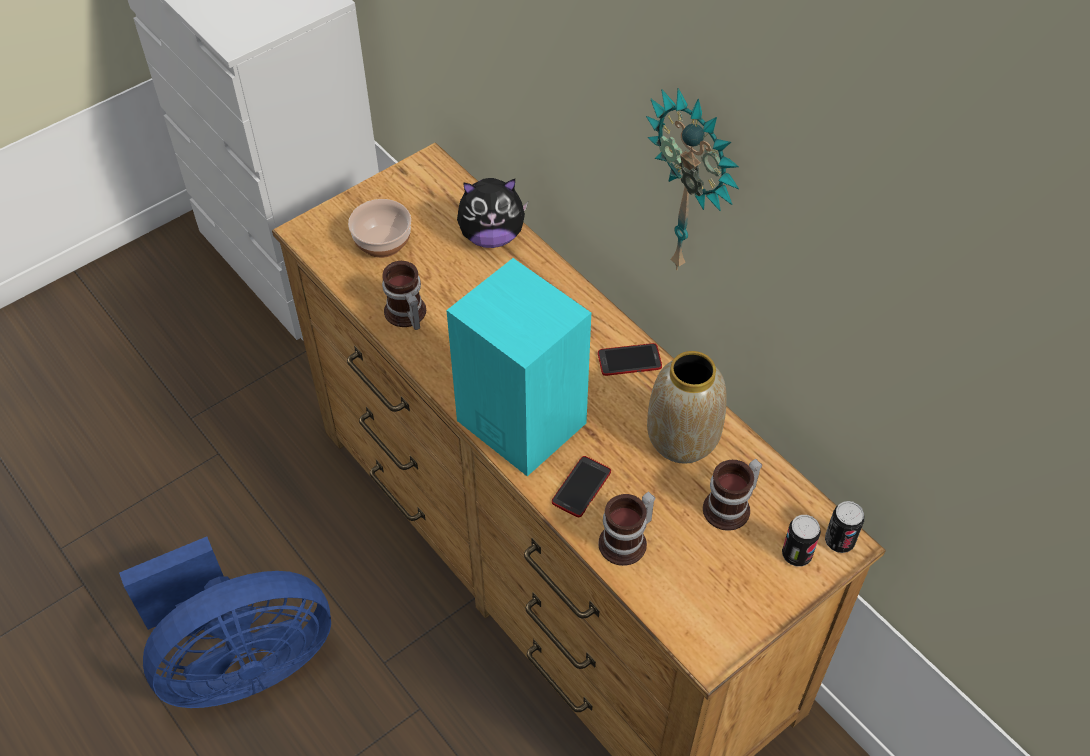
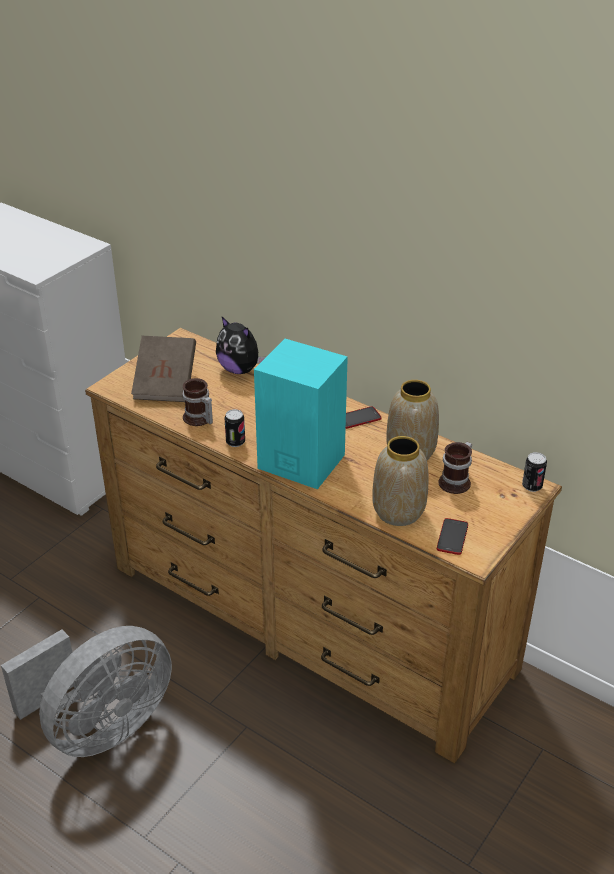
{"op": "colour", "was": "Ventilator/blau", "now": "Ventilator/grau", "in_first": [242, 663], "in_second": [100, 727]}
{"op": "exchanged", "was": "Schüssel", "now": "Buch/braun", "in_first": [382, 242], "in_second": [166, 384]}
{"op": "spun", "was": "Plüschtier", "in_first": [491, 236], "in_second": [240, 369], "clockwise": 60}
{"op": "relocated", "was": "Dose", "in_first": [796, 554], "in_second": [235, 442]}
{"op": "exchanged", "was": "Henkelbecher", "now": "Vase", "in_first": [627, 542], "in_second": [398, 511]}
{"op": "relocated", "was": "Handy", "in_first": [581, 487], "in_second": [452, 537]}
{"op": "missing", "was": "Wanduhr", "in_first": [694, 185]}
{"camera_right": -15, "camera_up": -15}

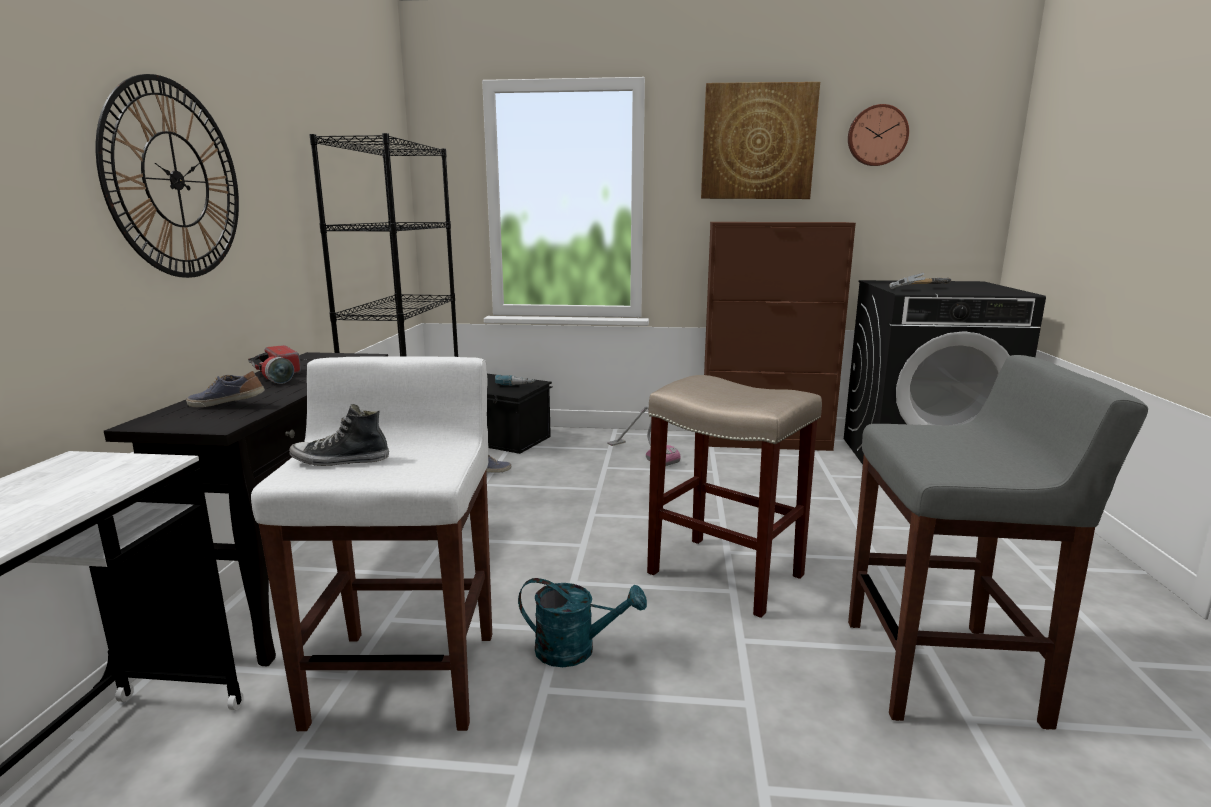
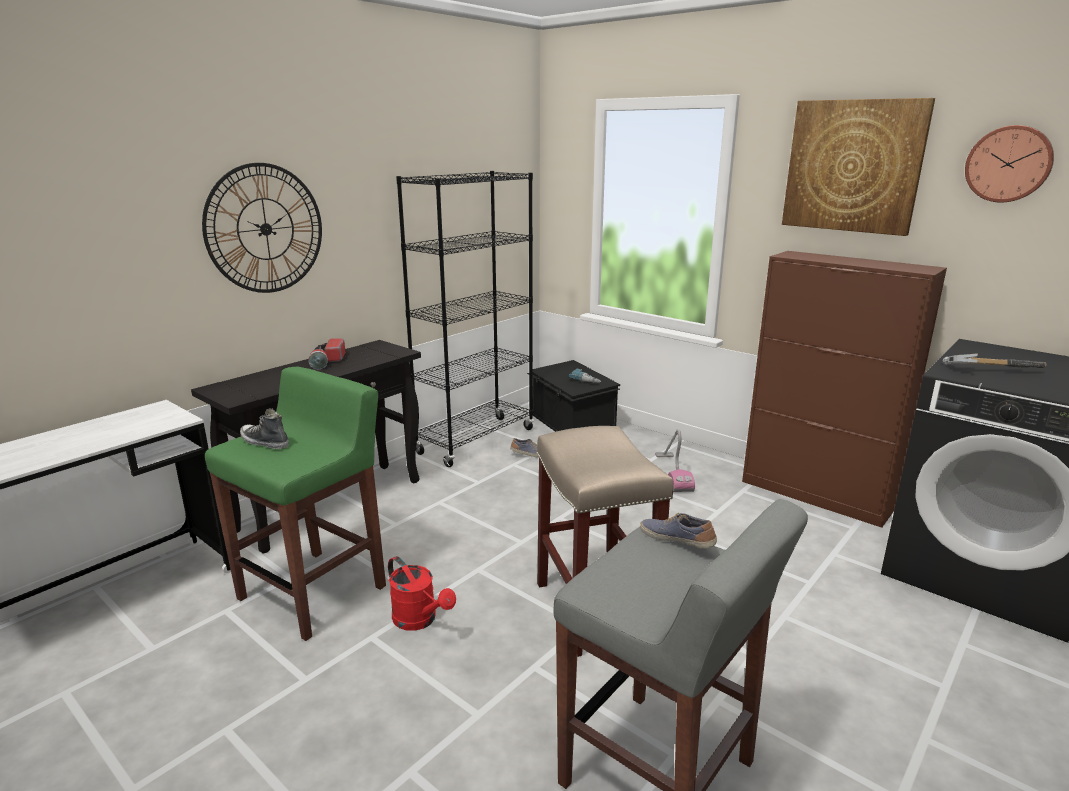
{"op": "colour", "was": "Hocker/weiß", "now": "Hocker/grün", "in_first": [406, 676], "in_second": [315, 592]}
{"op": "colour", "was": "Gießkanne/türkis", "now": "Gießkanne/rot", "in_first": [576, 650], "in_second": [420, 620]}
{"op": "relocated", "was": "Schuh", "in_first": [228, 404], "in_second": [677, 540]}
{"camera_right": 35, "camera_up": 5}

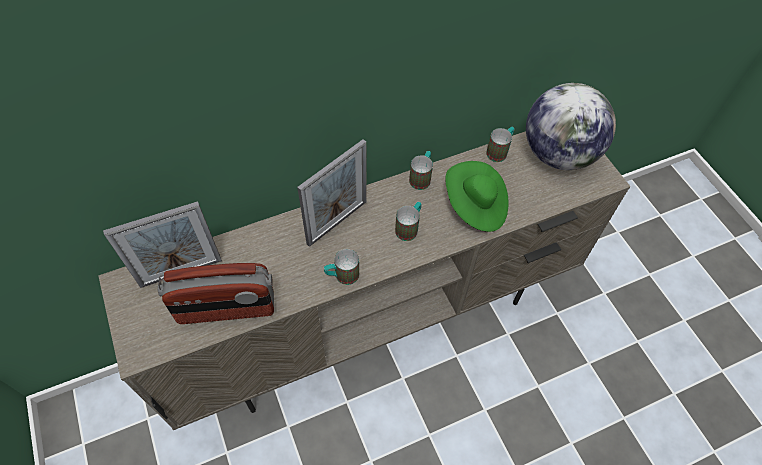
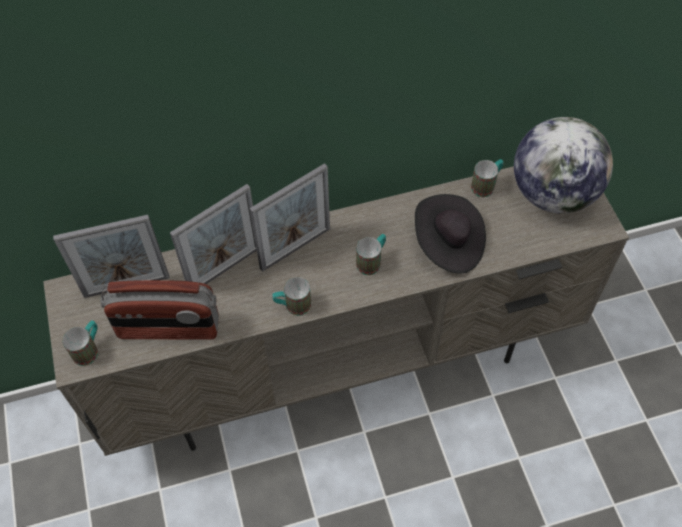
{"op": "relocated", "was": "Henkelbecher", "in_first": [421, 177], "in_second": [89, 349]}
{"op": "appeared", "now": "Bilderrahmen", "in_second": [225, 269]}
{"op": "colour", "was": "Hut/grün", "now": "Hut/schwarz", "in_first": [475, 206], "in_second": [448, 244]}
{"camera_right": 10, "camera_up": 0}

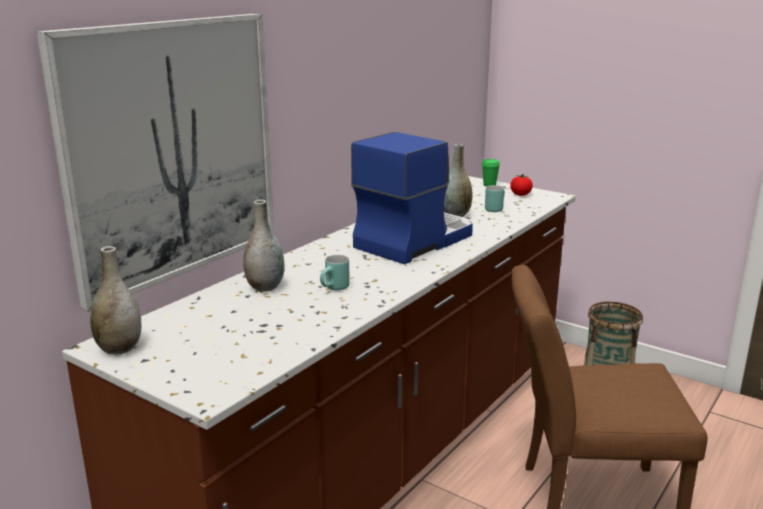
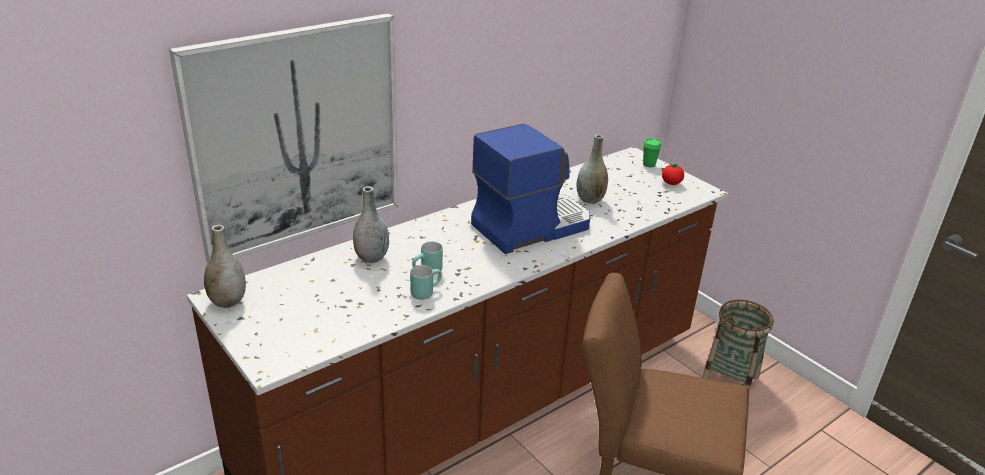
{"op": "relocated", "was": "Henkelbecher/türkis", "in_first": [494, 208], "in_second": [425, 292]}
{"camera_right": 15, "camera_up": 10}

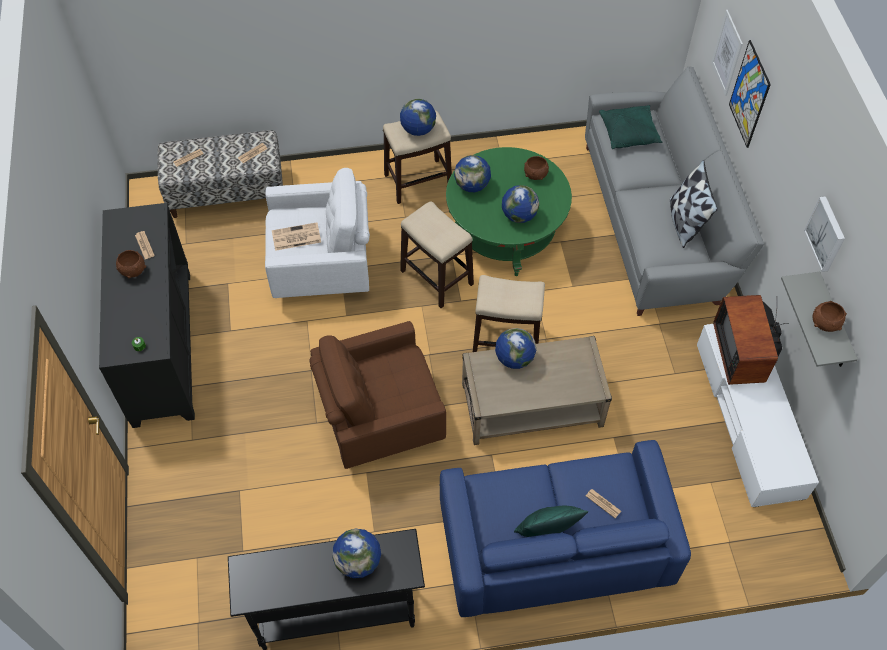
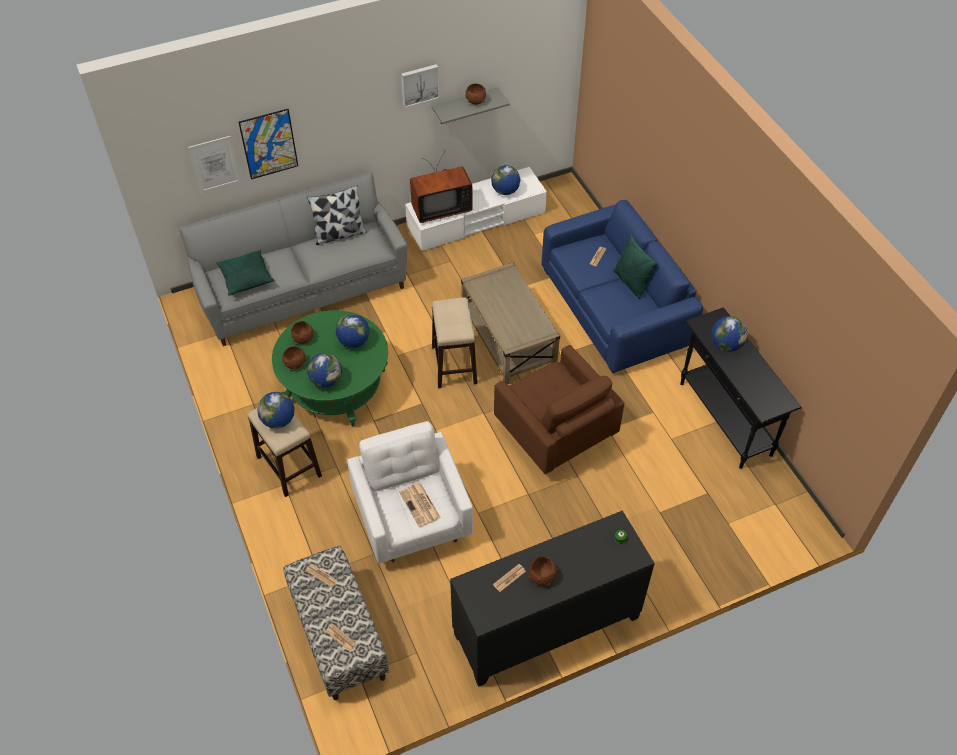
{"op": "appeared", "now": "Schüssel/braun", "in_second": [295, 364]}
{"op": "relocated", "was": "Globus", "in_first": [514, 359], "in_second": [505, 191]}
{"op": "missing", "was": "Hocker", "in_first": [436, 277]}
{"camera_right": -105, "camera_up": -5}

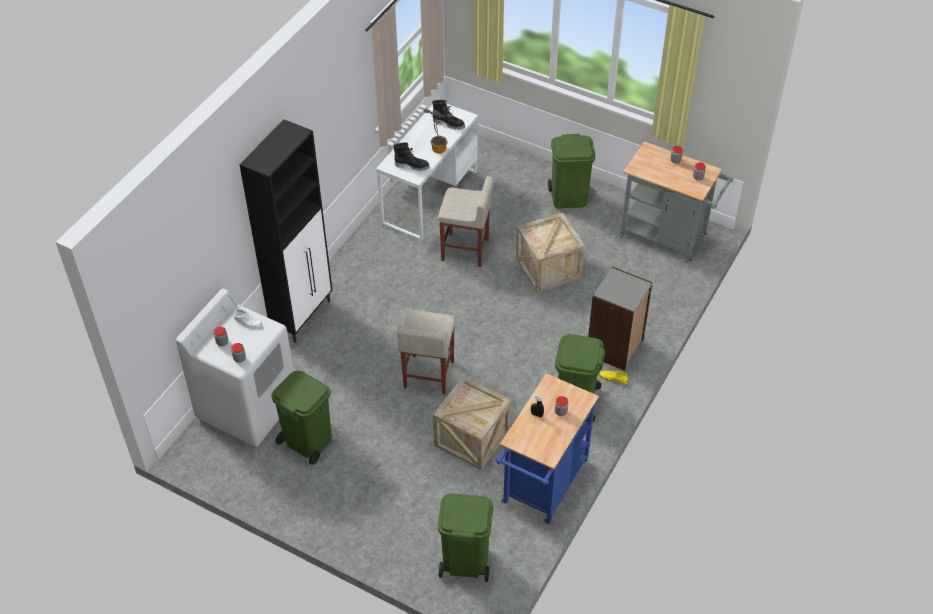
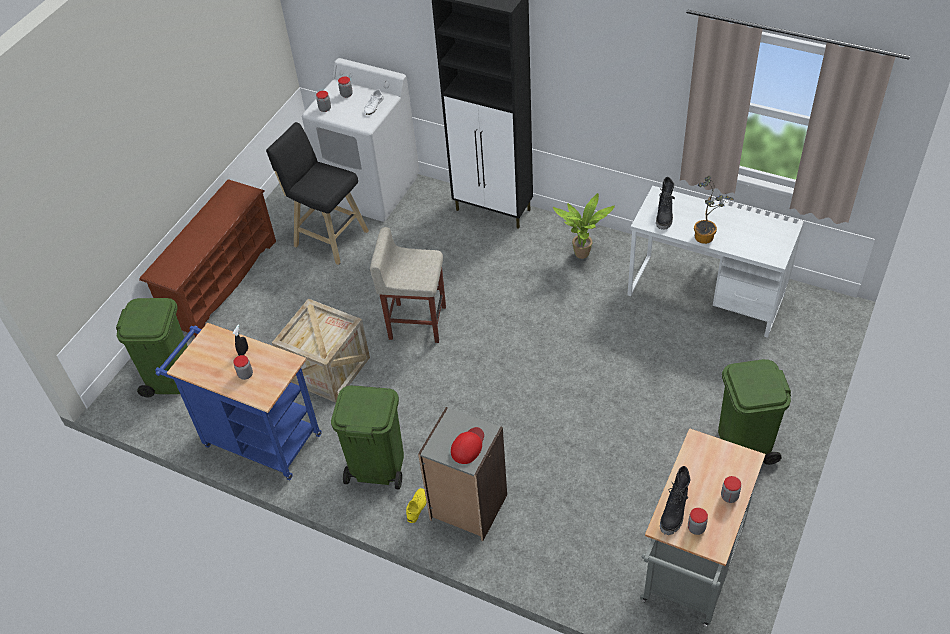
{"op": "appeared", "now": "Schuhregal/braun", "in_second": [220, 281]}
{"op": "exchanged", "was": "Mülleimer/grün", "now": "Hocker/schwarz", "in_first": [307, 441], "in_second": [328, 237]}
{"op": "appeared", "now": "Kappe/rot", "in_second": [468, 446]}
{"op": "appeared", "now": "Topfpflanze", "in_second": [583, 256]}
{"op": "relocated", "was": "Stiefel/schwarz", "in_first": [449, 123], "in_second": [674, 512]}
{"op": "missing", "was": "Hocker/beige", "in_first": [466, 250]}
{"op": "missing", "was": "Kiste", "in_first": [548, 268]}
{"camera_right": 90, "camera_up": 0}

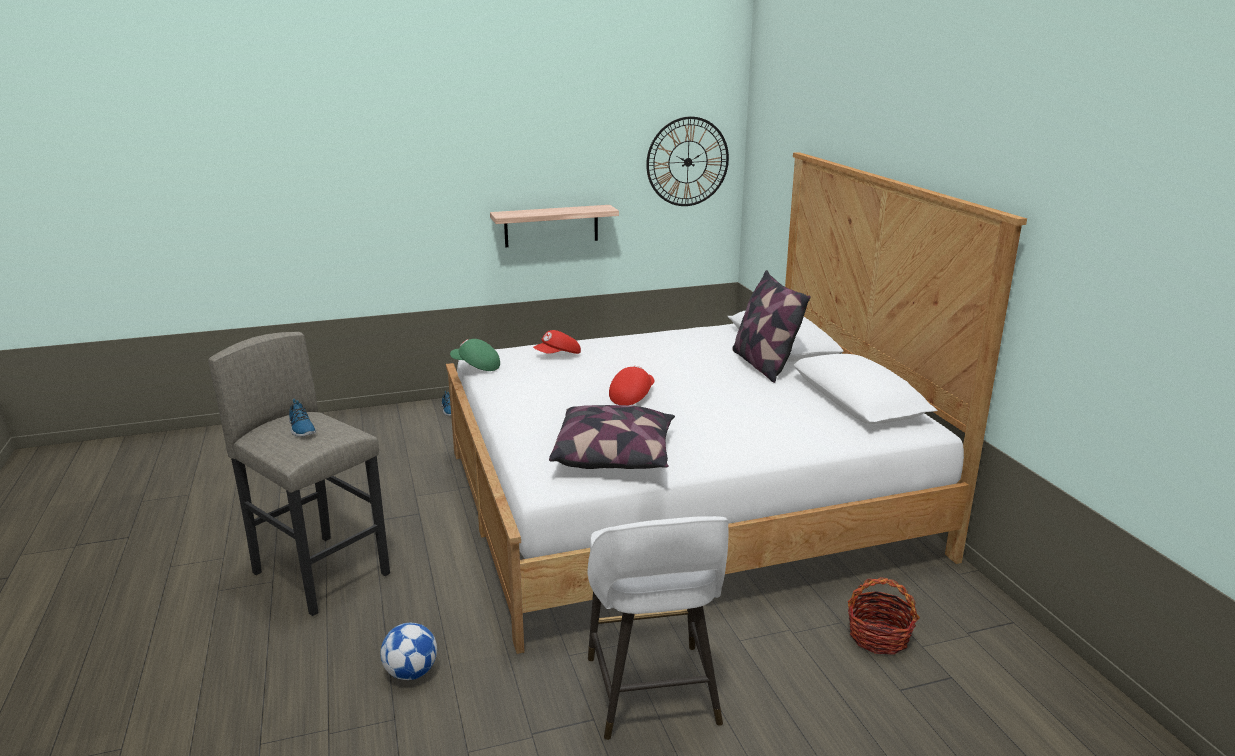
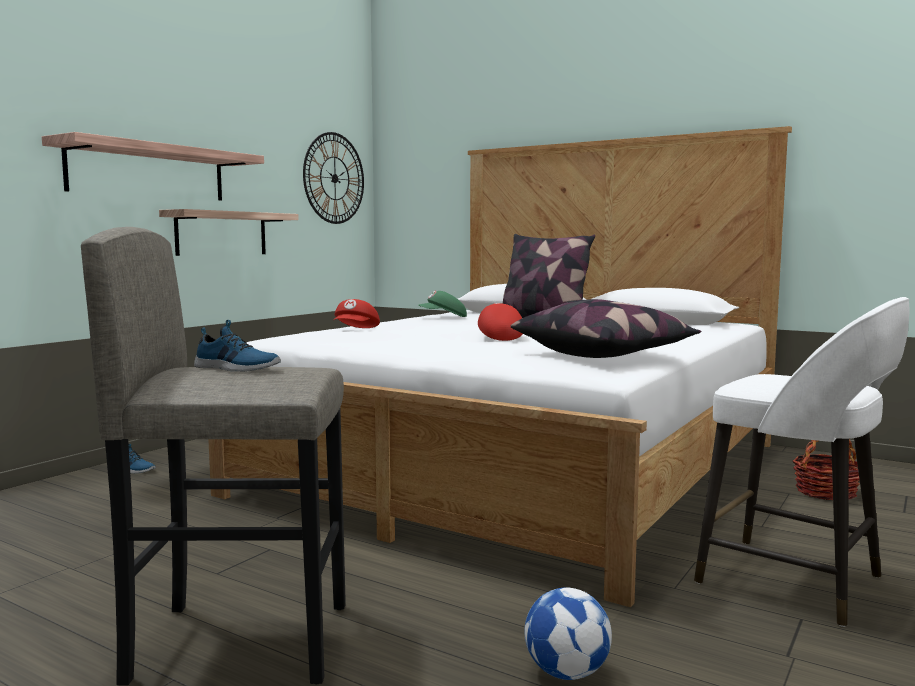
{"op": "appeared", "now": "Wandregal", "in_second": [149, 172]}
{"op": "relocated", "was": "Kappe/grün", "in_first": [476, 366], "in_second": [443, 317]}
{"camera_right": -40, "camera_up": -15}

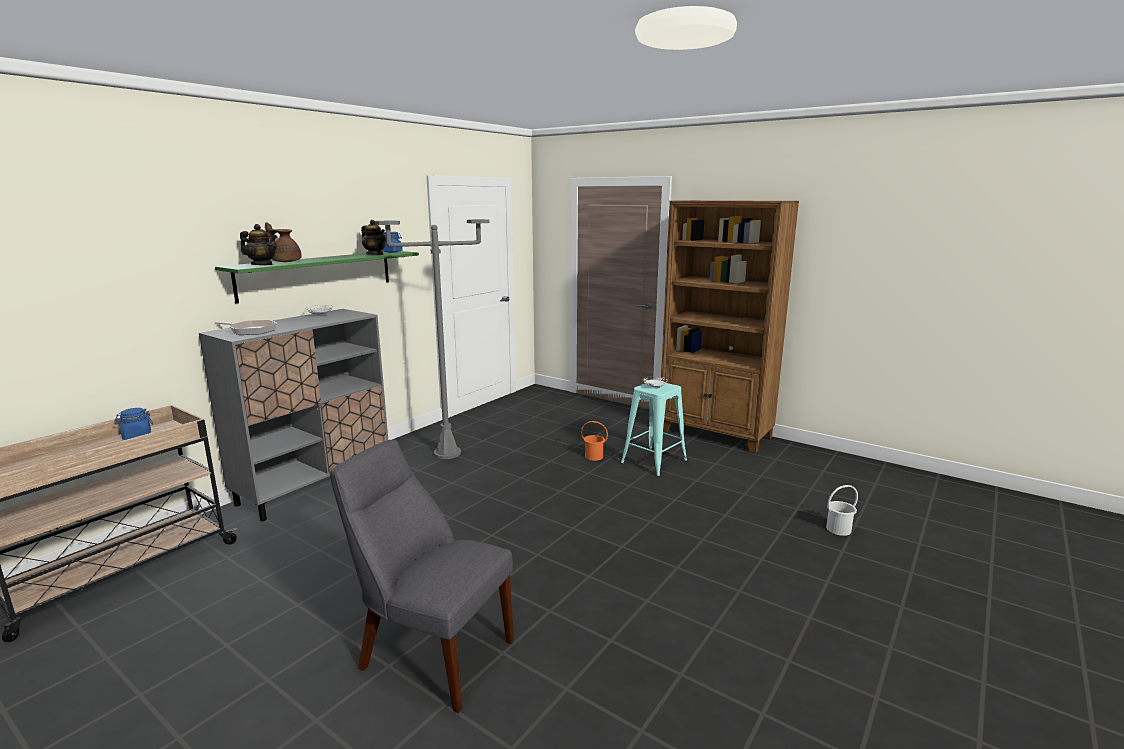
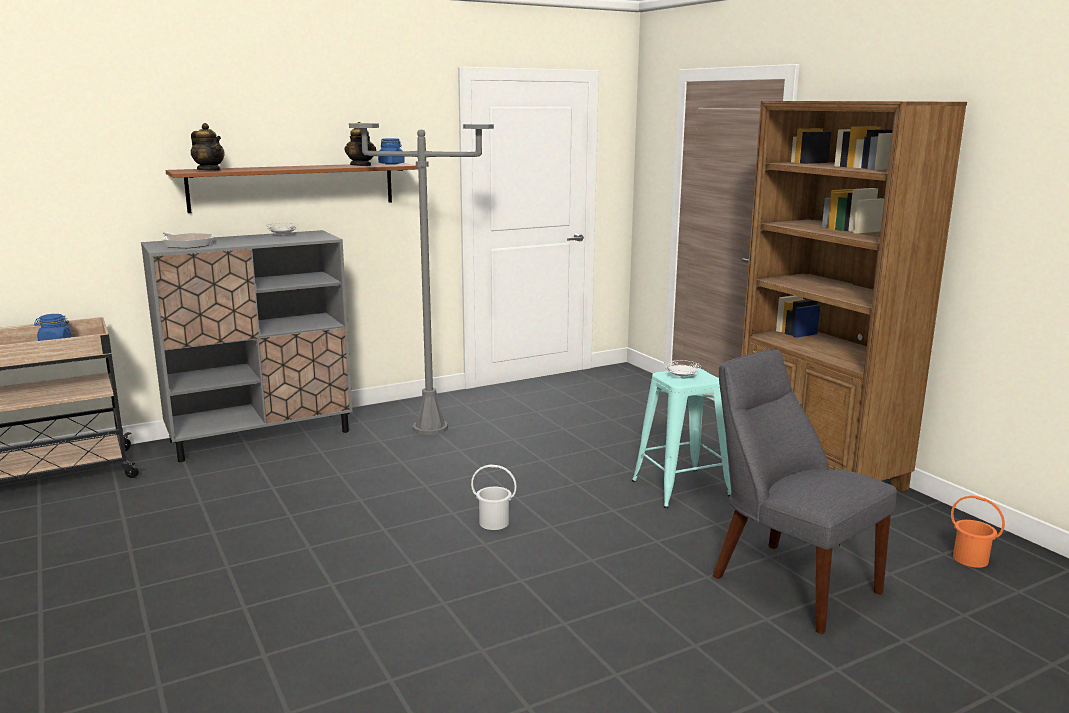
{"op": "colour", "was": "Wandregal/grün", "now": "Wandregal/braun", "in_first": [318, 274], "in_second": [293, 186]}
{"op": "relocated", "was": "Eimer/weiß", "in_first": [838, 529], "in_second": [494, 522]}
{"op": "relocated", "was": "Stuhl/grau", "in_first": [431, 653], "in_second": [788, 581]}
{"op": "relocated", "was": "Eimer/orange", "in_first": [593, 456], "in_second": [970, 559]}
{"op": "missing", "was": "Teekanne/braun", "in_first": [286, 261]}
{"camera_right": 25, "camera_up": 0}

